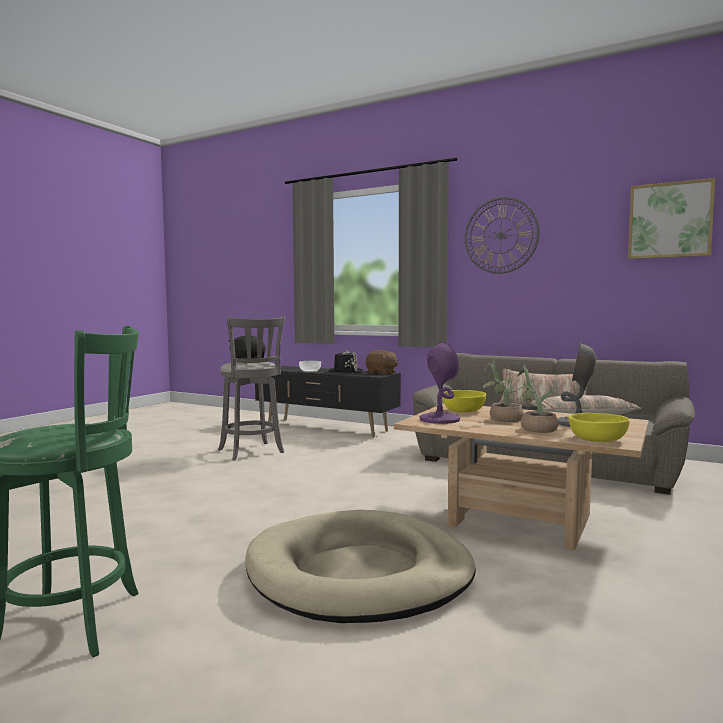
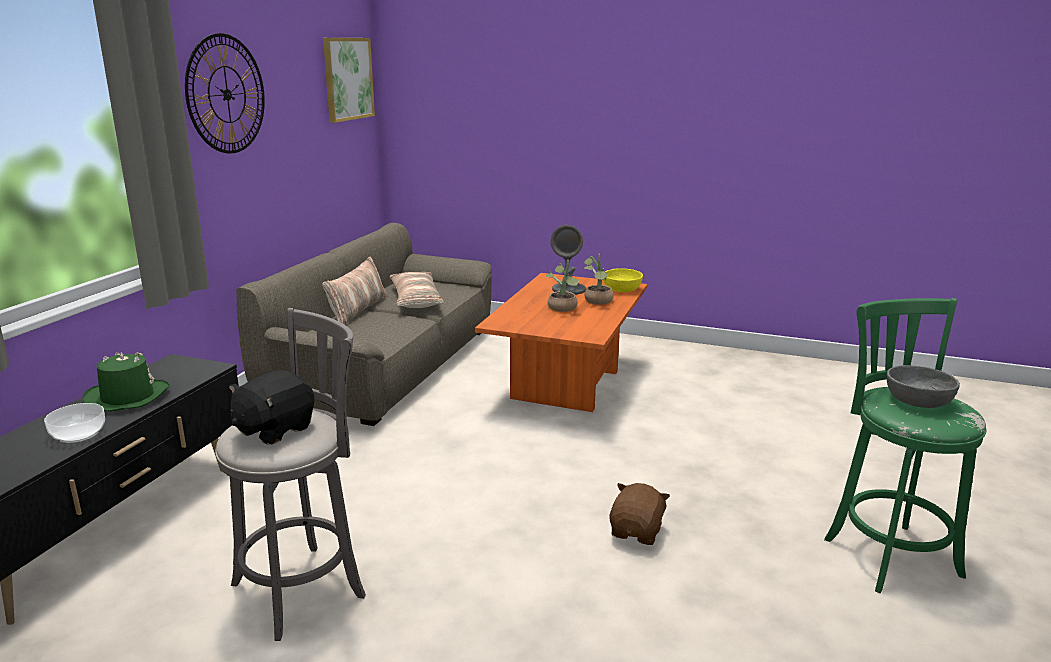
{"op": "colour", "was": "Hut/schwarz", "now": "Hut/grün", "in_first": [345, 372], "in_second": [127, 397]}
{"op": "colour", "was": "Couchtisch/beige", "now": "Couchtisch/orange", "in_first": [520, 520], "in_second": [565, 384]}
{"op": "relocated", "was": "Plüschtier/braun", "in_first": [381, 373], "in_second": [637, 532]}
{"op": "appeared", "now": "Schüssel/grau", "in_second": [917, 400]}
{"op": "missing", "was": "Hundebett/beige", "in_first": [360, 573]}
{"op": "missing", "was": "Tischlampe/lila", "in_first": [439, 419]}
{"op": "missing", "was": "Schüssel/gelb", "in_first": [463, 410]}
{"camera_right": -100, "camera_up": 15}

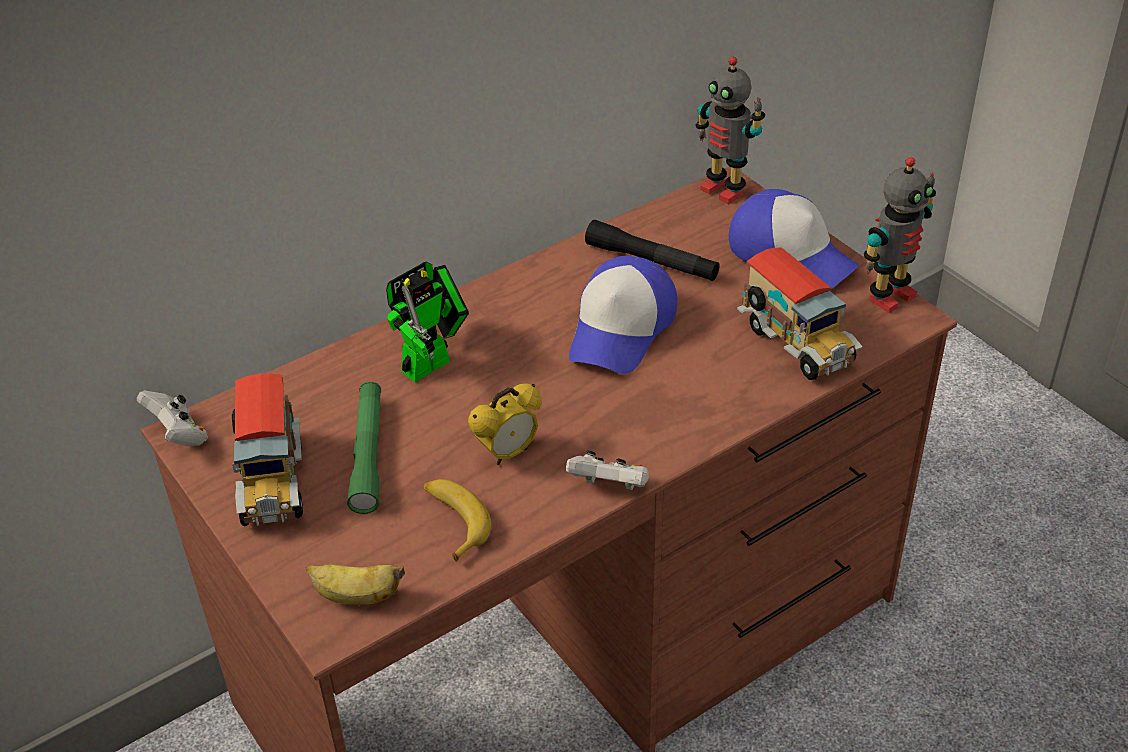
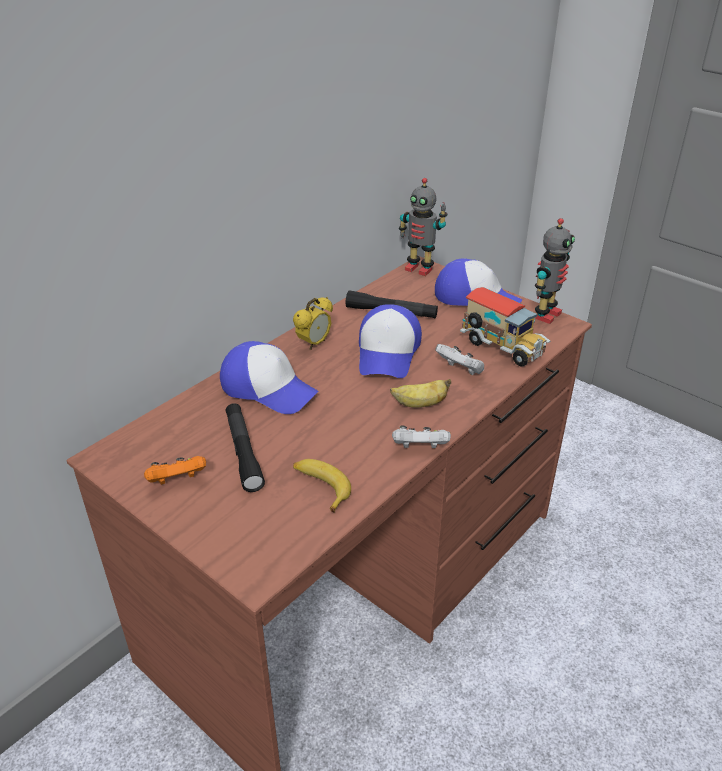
{"op": "exchanged", "was": "Spielzeuglaster", "now": "Gamepad/orange", "in_first": [271, 482], "in_second": [177, 481]}
{"op": "exchanged", "was": "Spielzeugroboter", "now": "Kappe", "in_first": [432, 362], "in_second": [268, 388]}
{"op": "colour", "was": "Taschenlampe/grün", "now": "Taschenlampe/schwarz", "in_first": [368, 454], "in_second": [243, 452]}
{"op": "relocated", "was": "Wecker", "in_first": [508, 453], "in_second": [314, 343]}
{"op": "relocated", "was": "Banane", "in_first": [356, 596], "in_second": [420, 404]}
{"op": "relocated", "was": "Gamepad/weiß", "in_first": [179, 435], "in_second": [460, 371]}
{"camera_right": -15, "camera_up": -5}

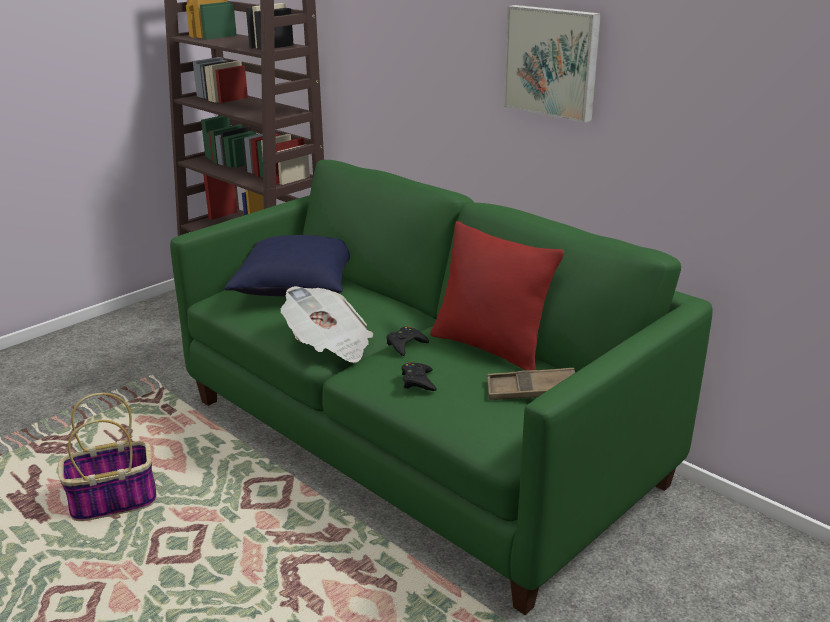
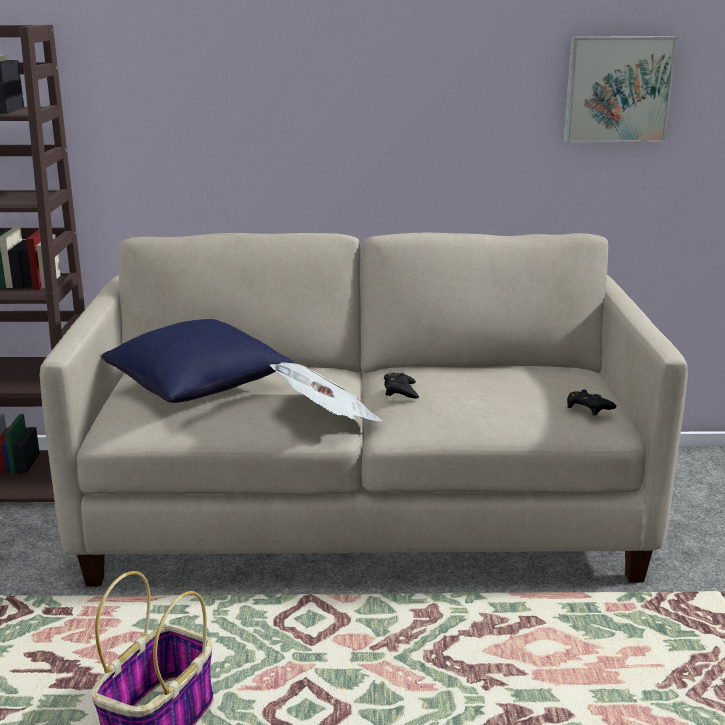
{"op": "colour", "was": "Sofa/grün", "now": "Sofa/beige", "in_first": [417, 440], "in_second": [364, 513]}
{"op": "relocated", "was": "Bild", "in_first": [553, 62], "in_second": [617, 89]}
{"op": "relocated", "was": "Gamepad/schwarz", "in_first": [418, 381], "in_second": [588, 407]}
{"op": "missing", "was": "Kissen/rot", "in_first": [490, 348]}
{"op": "missing", "was": "Tablett/braun", "in_first": [531, 391]}
{"camera_right": -45, "camera_up": -5}

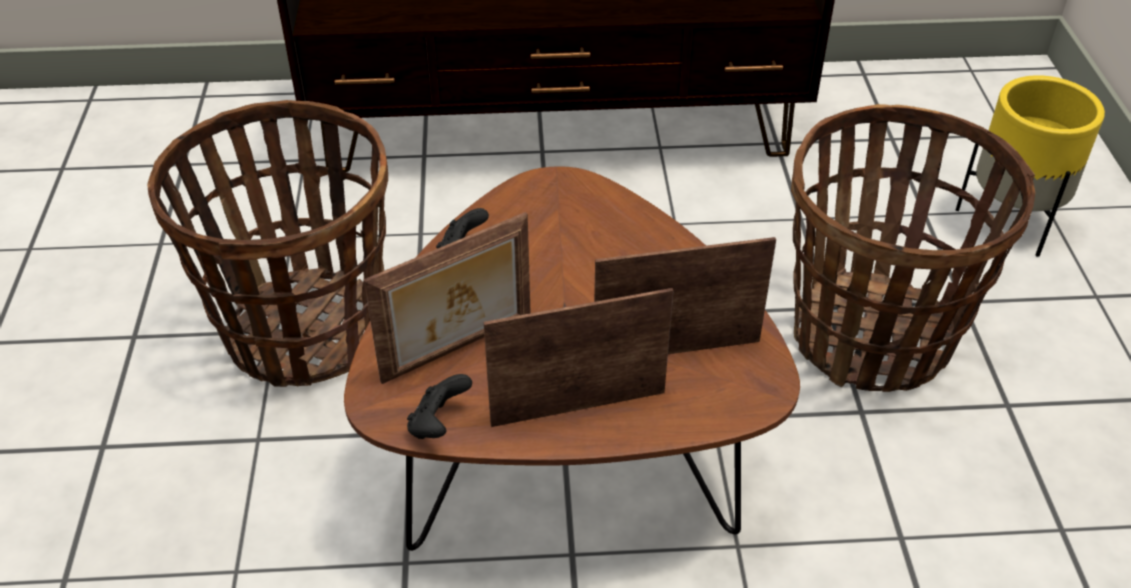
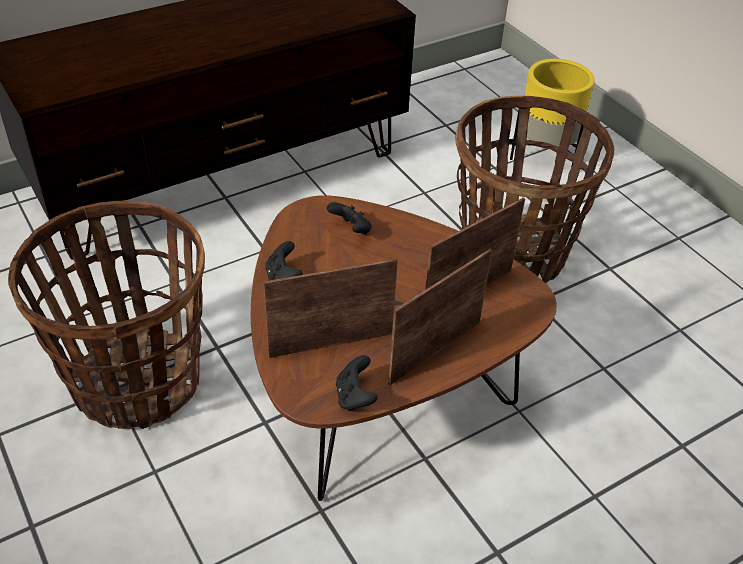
{"op": "spun", "was": "Bilderrahmen", "in_first": [459, 350], "in_second": [330, 343], "clockwise": -135}
{"op": "appeared", "now": "Gamepad/schwarz", "in_second": [351, 230]}
{"camera_right": -30, "camera_up": 0}

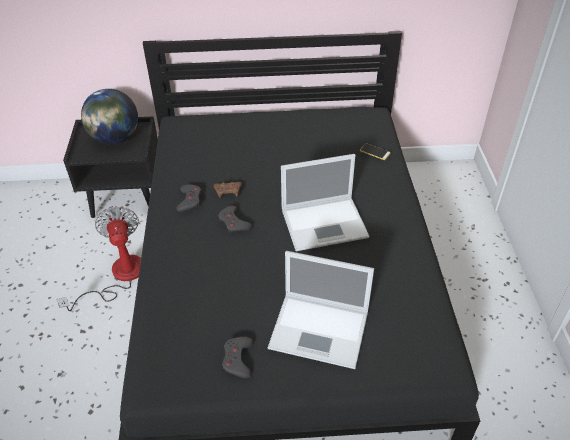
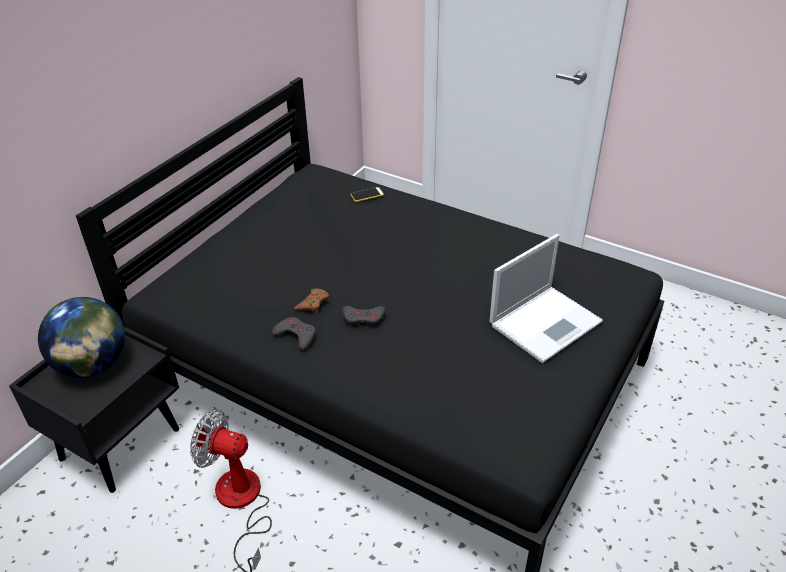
{"op": "missing", "was": "Gamepad/grau", "in_first": [238, 359]}
{"op": "missing", "was": "Laptop", "in_first": [325, 223]}
{"camera_right": -55, "camera_up": -5}

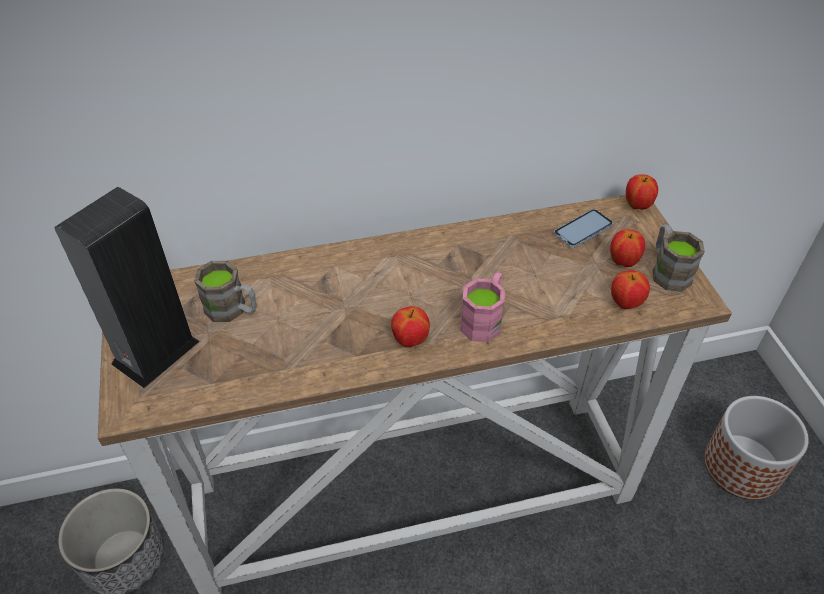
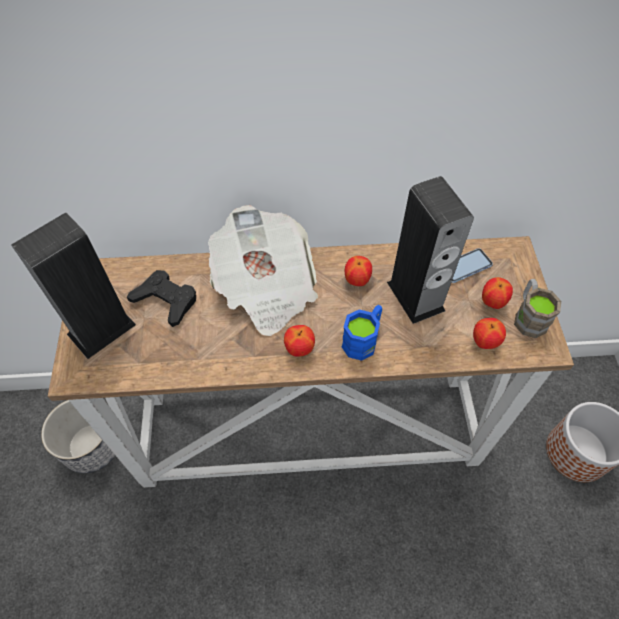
{"op": "exchanged", "was": "Henkelbecher/braun", "now": "Gamepad/schwarz", "in_first": [232, 310], "in_second": [166, 300]}
{"op": "appeared", "now": "Zeitung", "in_second": [265, 288]}
{"op": "colour", "was": "Henkelbecher/rosa", "now": "Henkelbecher/blau", "in_first": [484, 319], "in_second": [363, 339]}
{"op": "relocated", "was": "Apfel", "in_first": [637, 206], "in_second": [357, 280]}
{"op": "appeared", "now": "Lautsprecher", "in_second": [415, 296]}
{"camera_right": 10, "camera_up": 10}

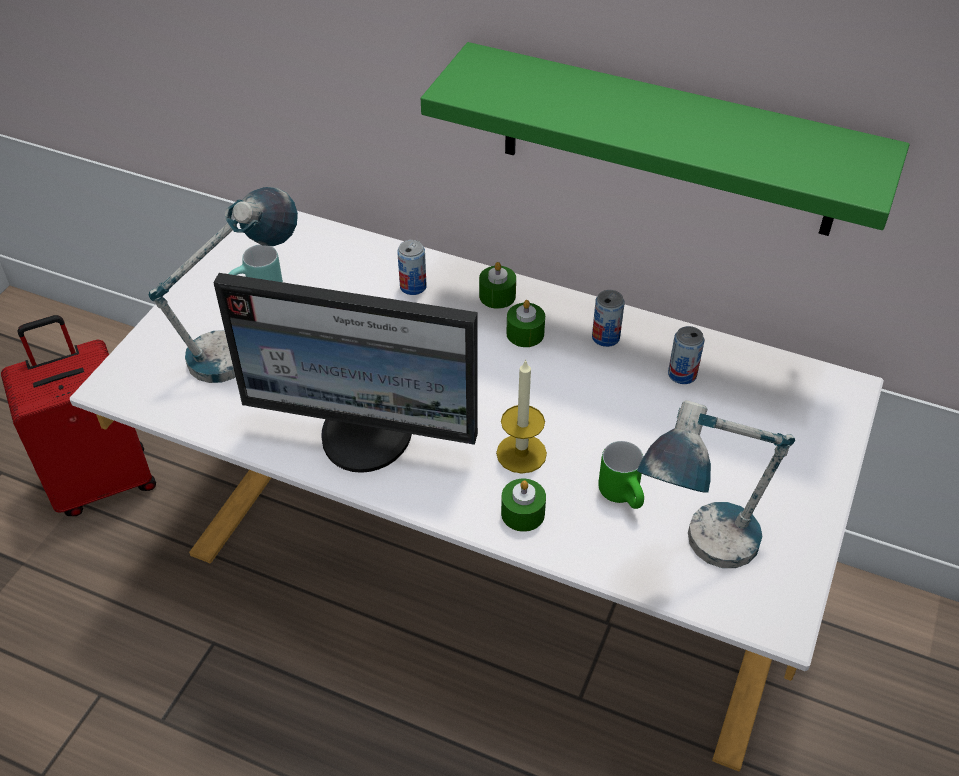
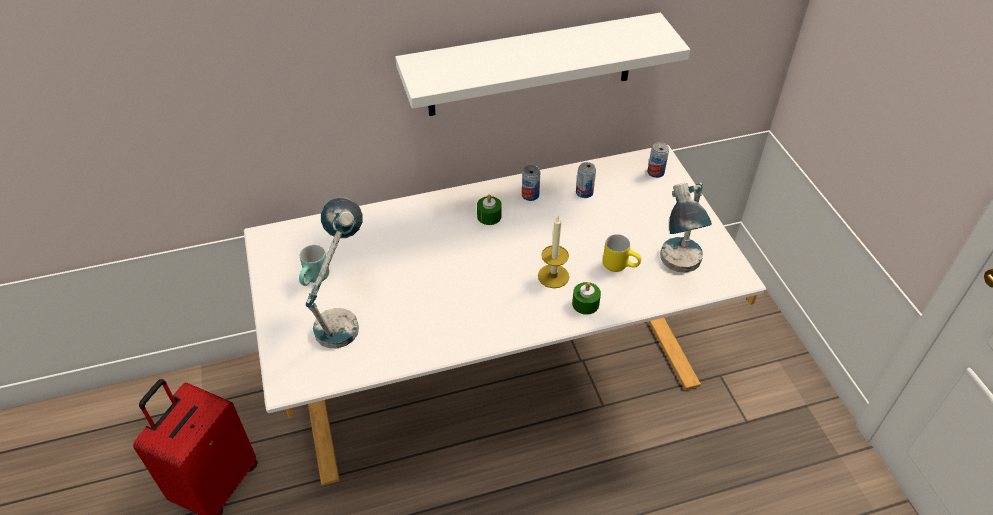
{"op": "colour", "was": "Wandregal/grün", "now": "Wandregal/weiß", "in_first": [668, 141], "in_second": [531, 65]}
{"op": "colour", "was": "Henkelbecher/grün", "now": "Henkelbecher/gelb", "in_first": [625, 495], "in_second": [620, 265]}
{"op": "relocated", "was": "Dose", "in_first": [413, 286], "in_second": [655, 172]}
{"op": "missing", "was": "Monitor", "in_first": [367, 435]}
{"op": "missing", "was": "Kerze/grün", "in_first": [497, 296]}
{"camera_right": -40, "camera_up": 0}

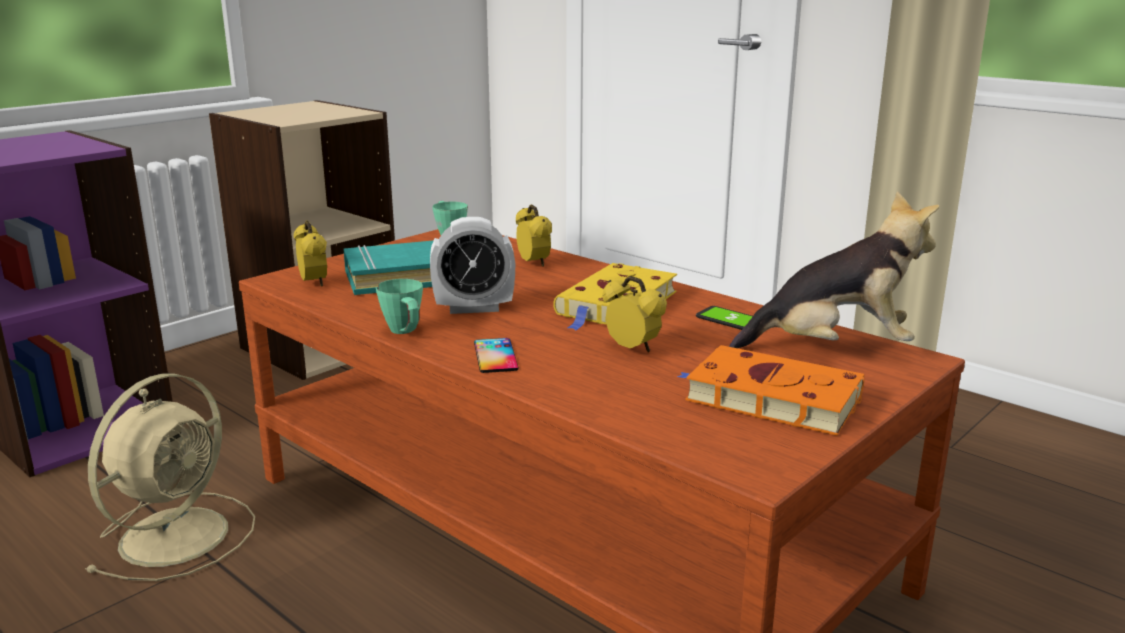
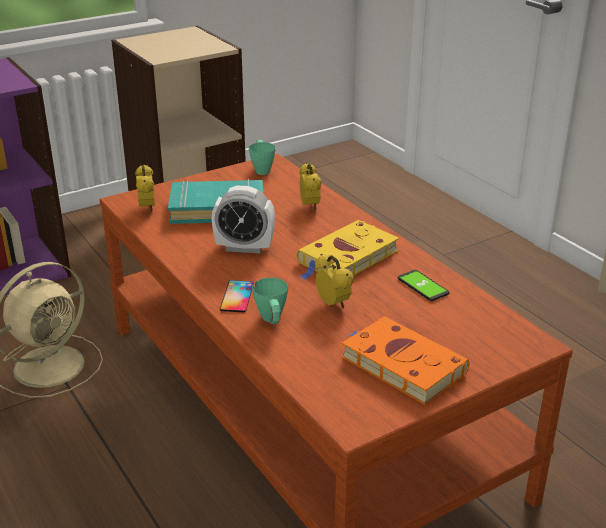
{"op": "relocated", "was": "Henkelbecher/grün", "in_first": [405, 333], "in_second": [272, 321]}
{"op": "missing", "was": "Plüschtier", "in_first": [833, 348]}
{"camera_right": 15, "camera_up": 10}

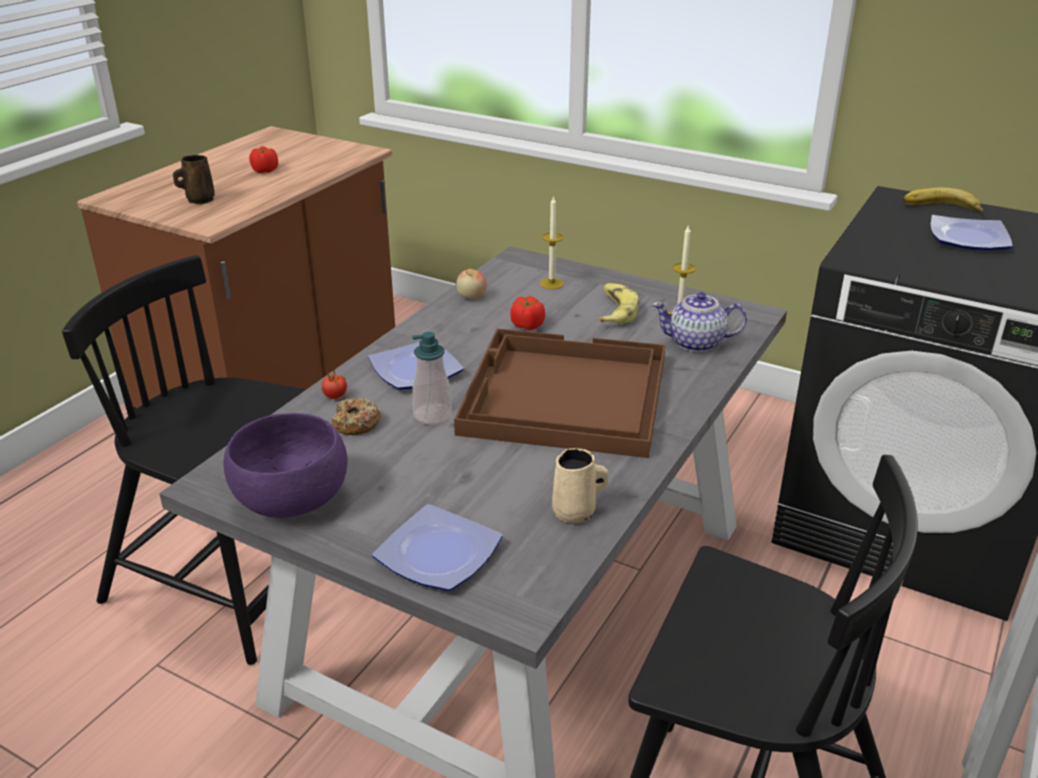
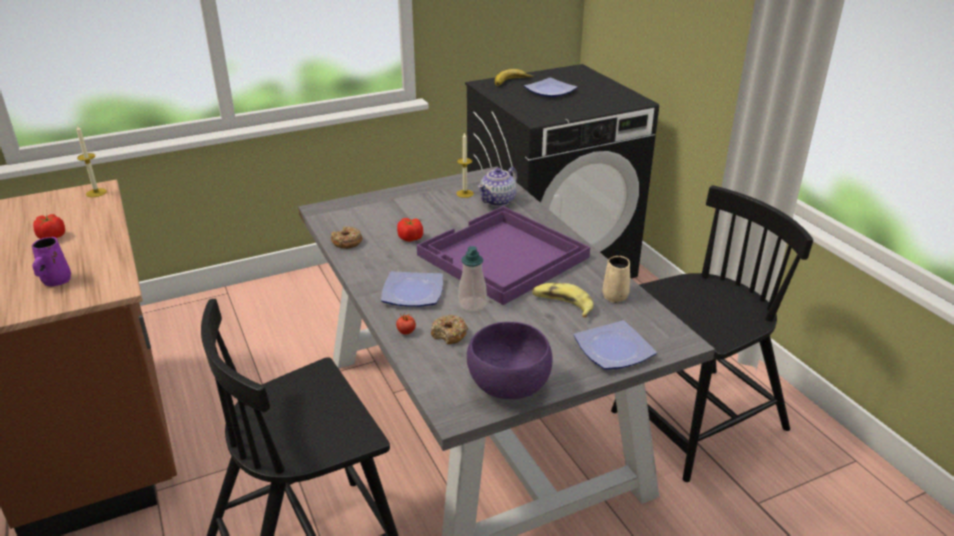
{"op": "colour", "was": "Henkelbecher/braun", "now": "Henkelbecher/lila", "in_first": [199, 200], "in_second": [55, 281]}
{"op": "relocated", "was": "Kerze", "in_first": [551, 283], "in_second": [96, 193]}
{"op": "exchanged", "was": "Apfel", "now": "Donut", "in_first": [472, 297], "in_second": [347, 242]}
{"op": "colour", "was": "Tablett/braun", "now": "Tablett/lila", "in_first": [563, 396], "in_second": [503, 257]}
{"op": "relocated", "was": "Banane", "in_first": [614, 311], "in_second": [562, 305]}
{"camera_right": -55, "camera_up": 0}

